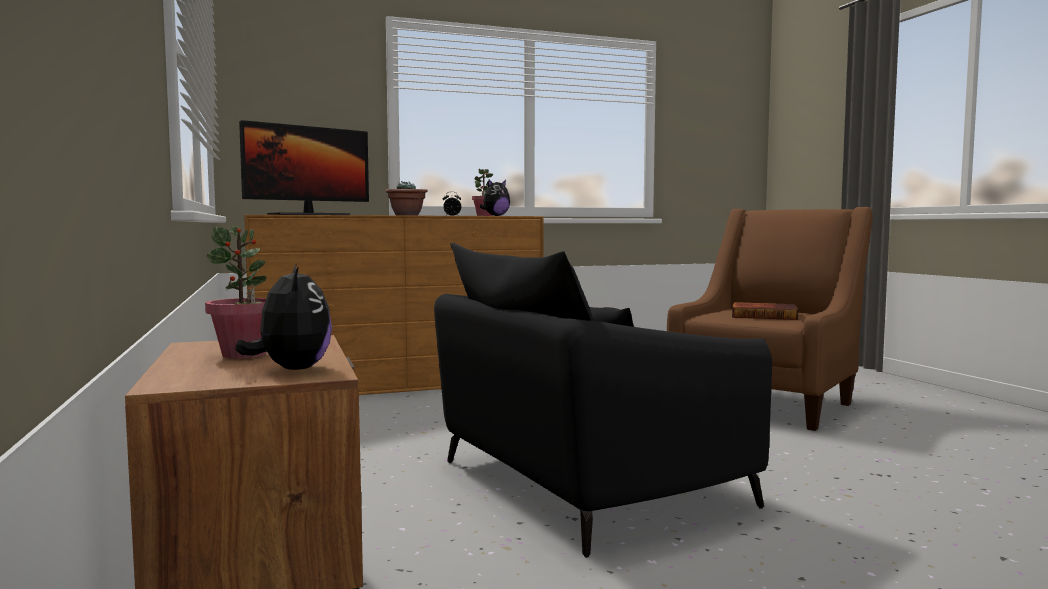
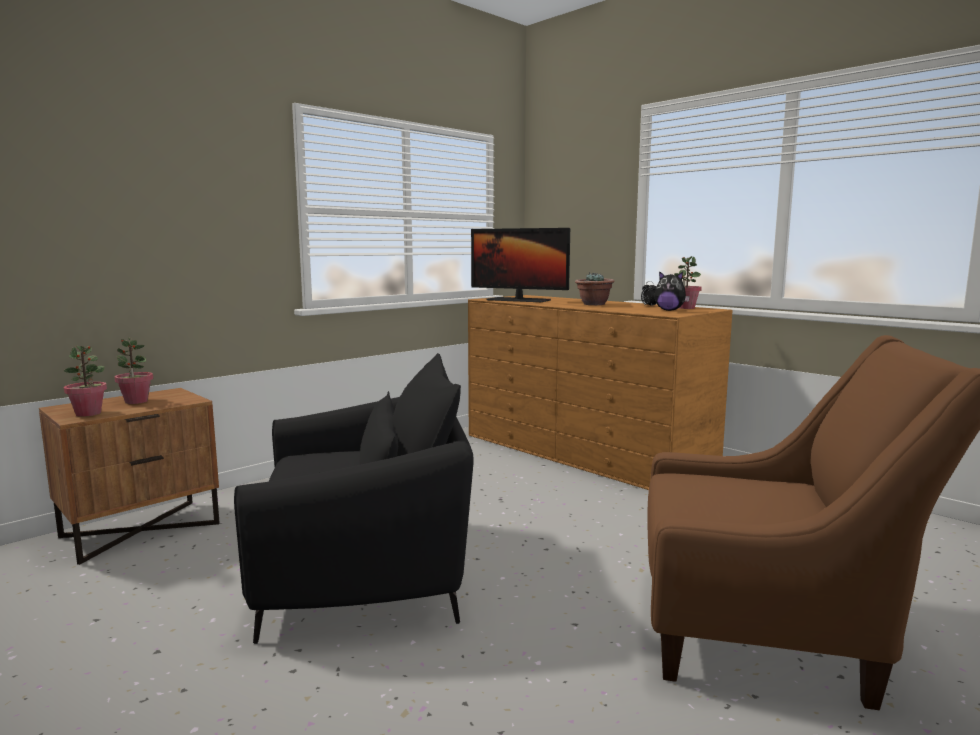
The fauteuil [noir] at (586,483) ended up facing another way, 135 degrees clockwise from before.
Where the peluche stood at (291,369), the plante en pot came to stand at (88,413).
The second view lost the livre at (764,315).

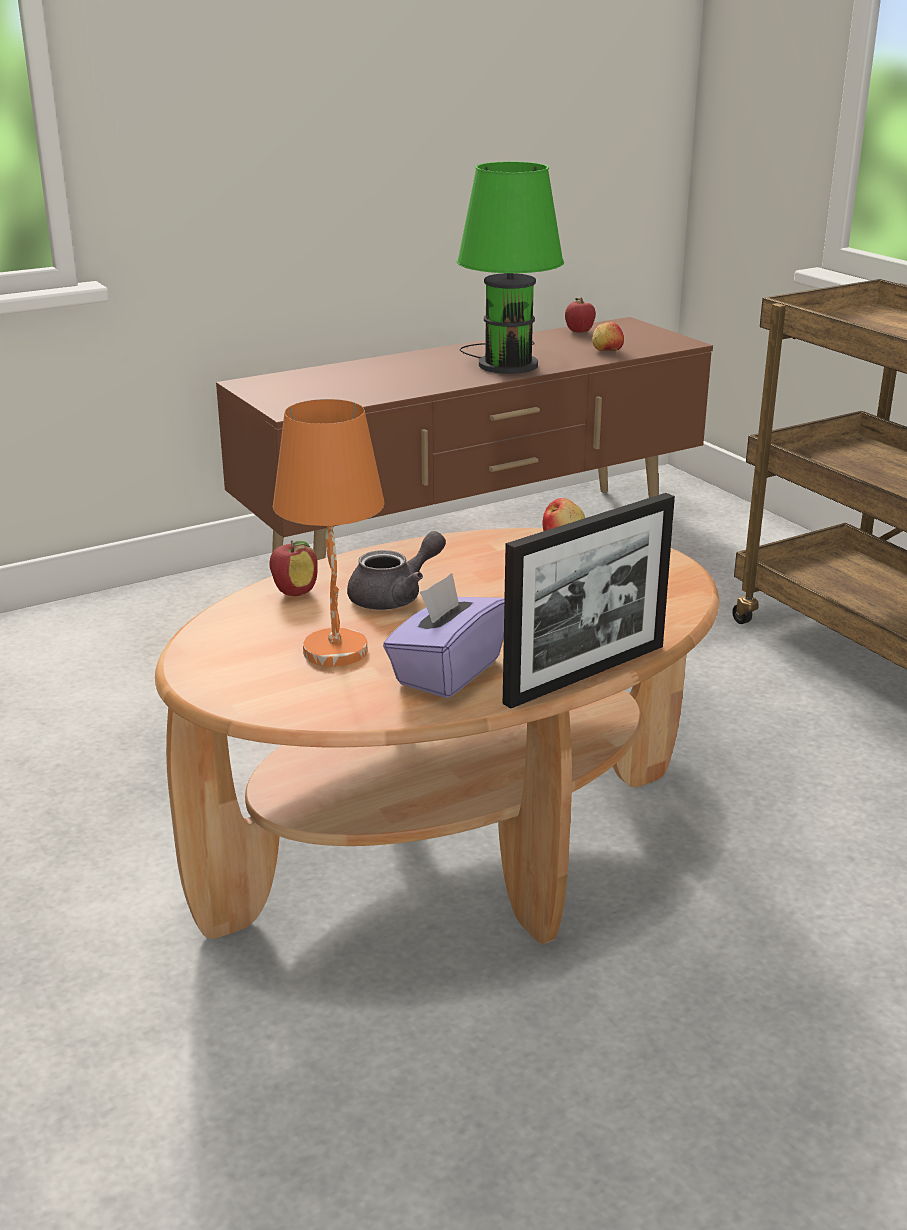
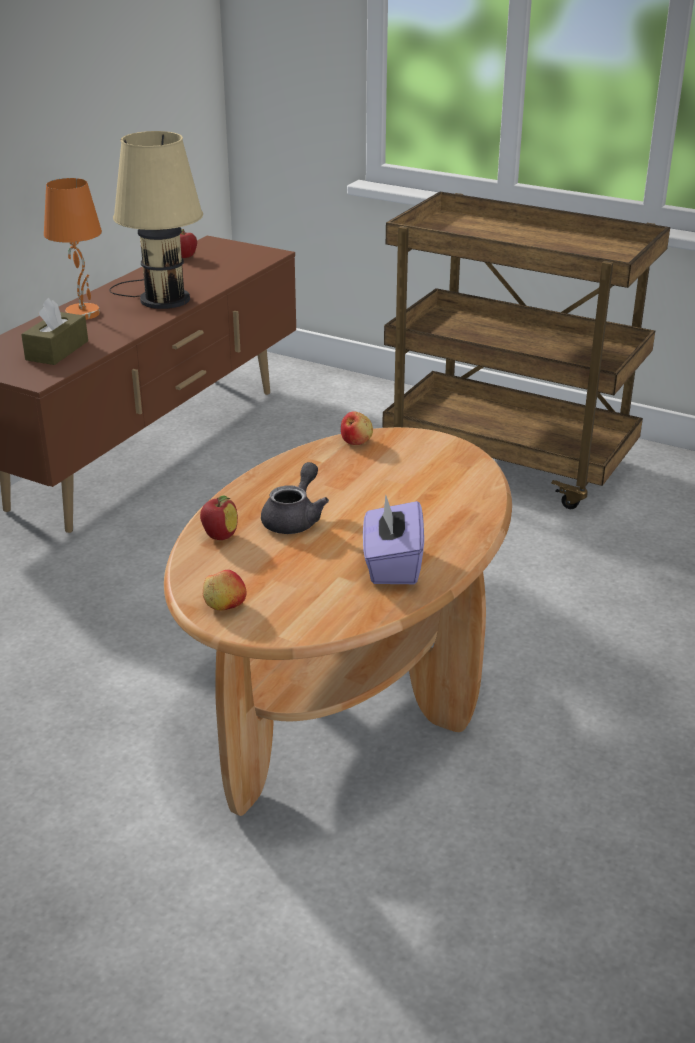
What was the lampe de table [vert] at (506,363) turned into the lampe de table [beige] at (161,298).
The pomme ended up elsewhere, having gone from (607,351) to (225,606).
The lampe de table [orange] ended up elsewhere, having gone from (336,651) to (84,313).
The second view lost the cadre photo at (585,674).
The second view gained the boîte à mouchoirs [marron] at (57,350).

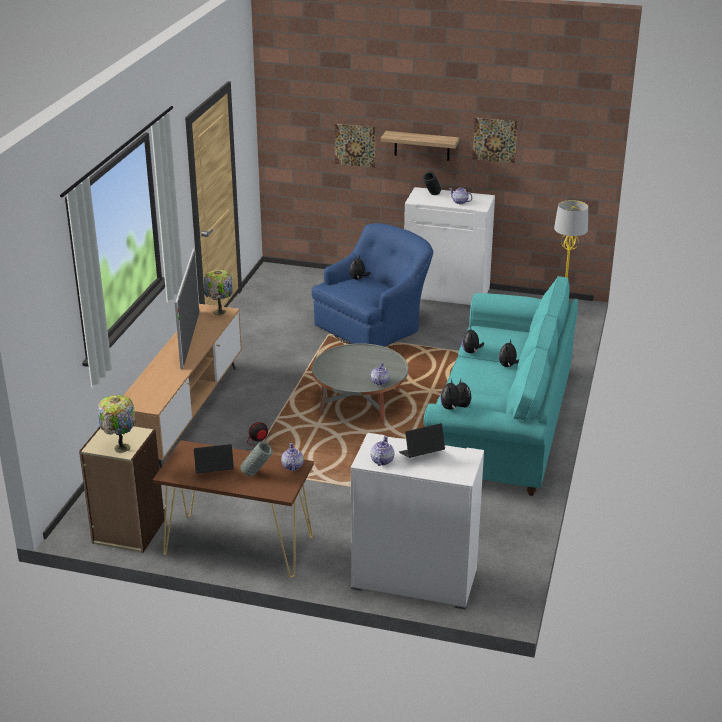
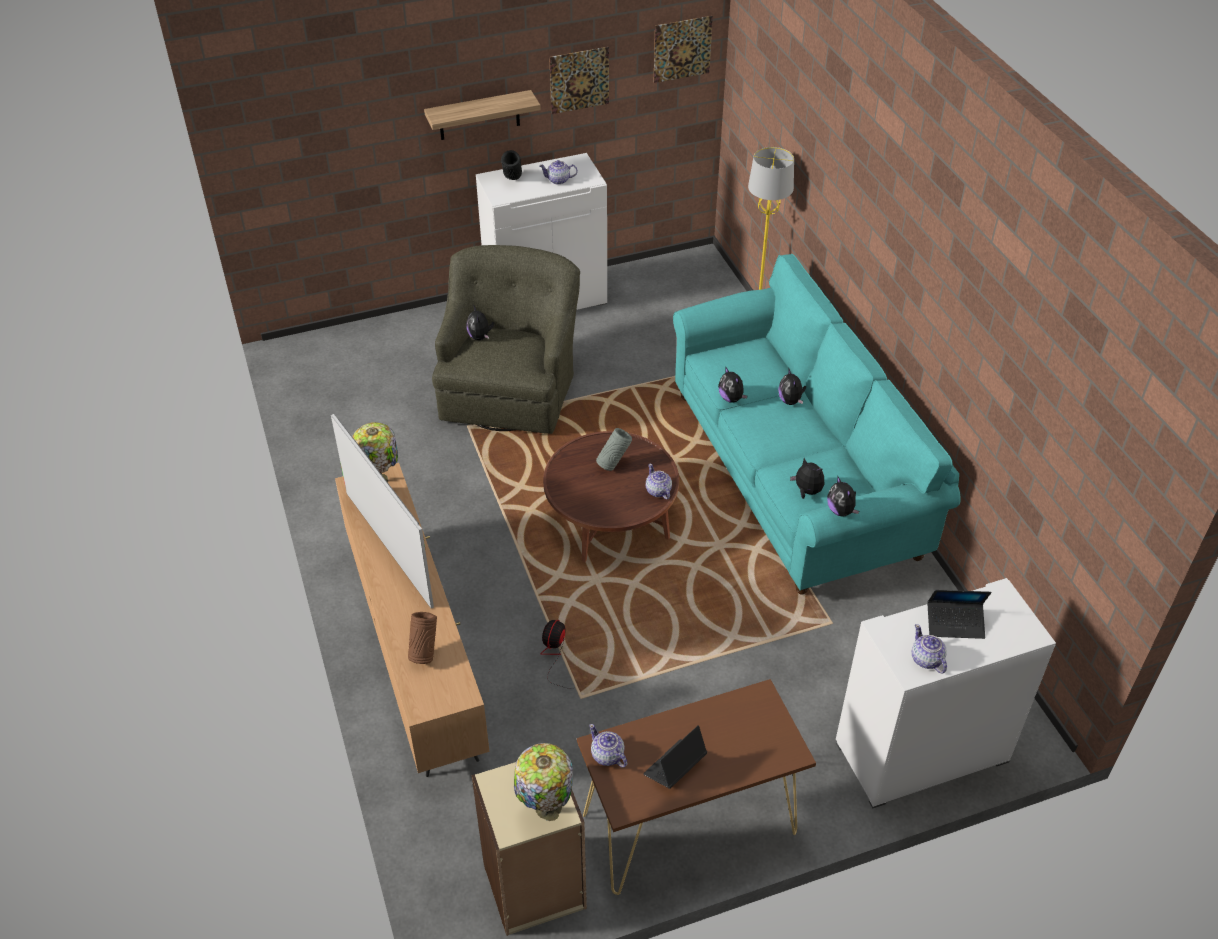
The tableau ended up elsewhere, having gone from (355,145) to (682,49).
What was the fauteuil [bleu] at (374,326) turned into the fauteuil [vert] at (510,388).
What was the table basse [gris] at (360,403) turned into the table basse [marron] at (611,519).
The ordinateur portable at (421,454) ended up facing another way, 120 degrees counterclockwise from before.
The vase [gris] ended up elsewhere, having gone from (257,474) to (613,464).
The théière ended up elsewhere, having gone from (292,466) to (607,756).
The second view gained the vase [marron] at (424,653).

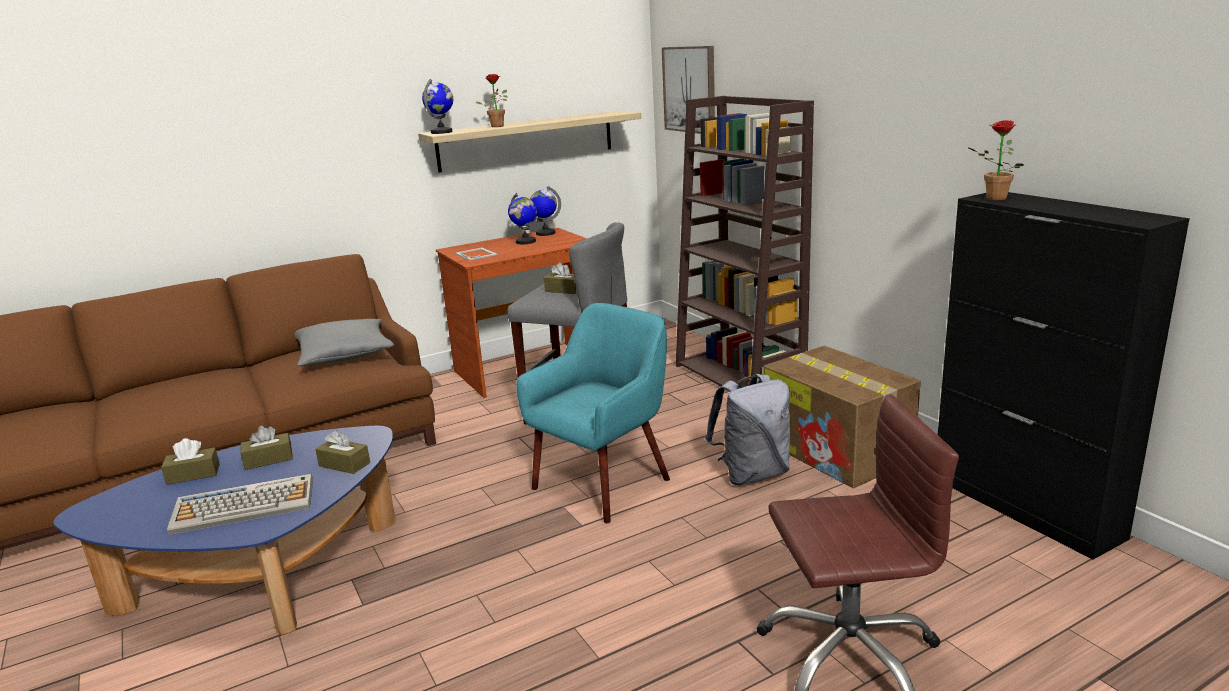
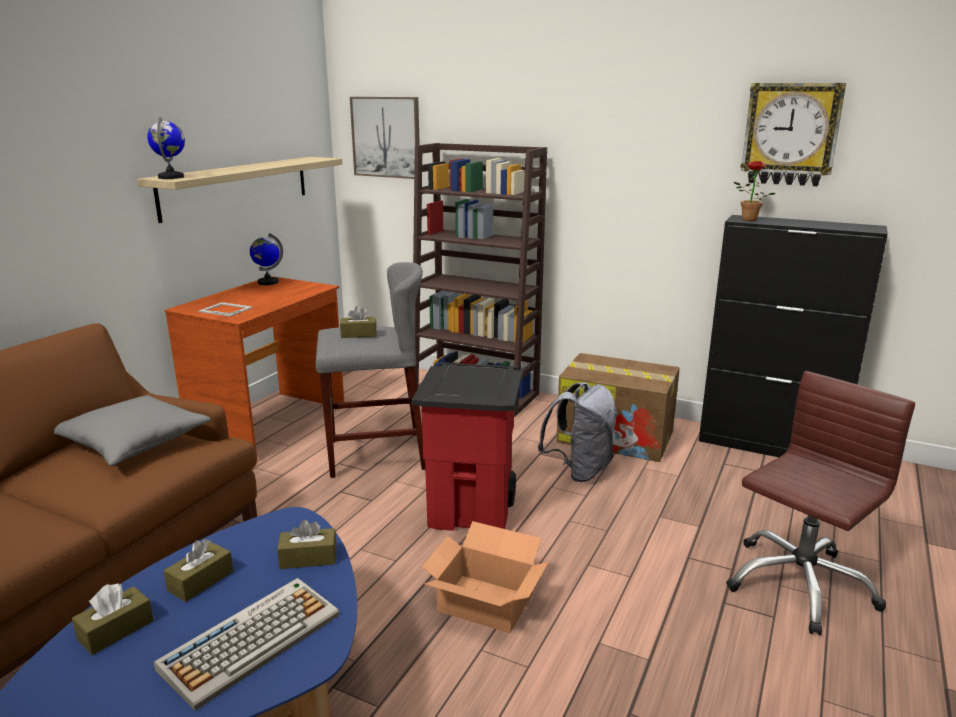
The second view lost the plante en pot at (498,126).
The second view lost the globe at (525,242).
Where the fauteuil [turquoise] stood at (603,483), the poubelle [rouge] came to stand at (472,511).
The second view gained the horloge murale at (790,134).
The second view gained the carton at (484,602).

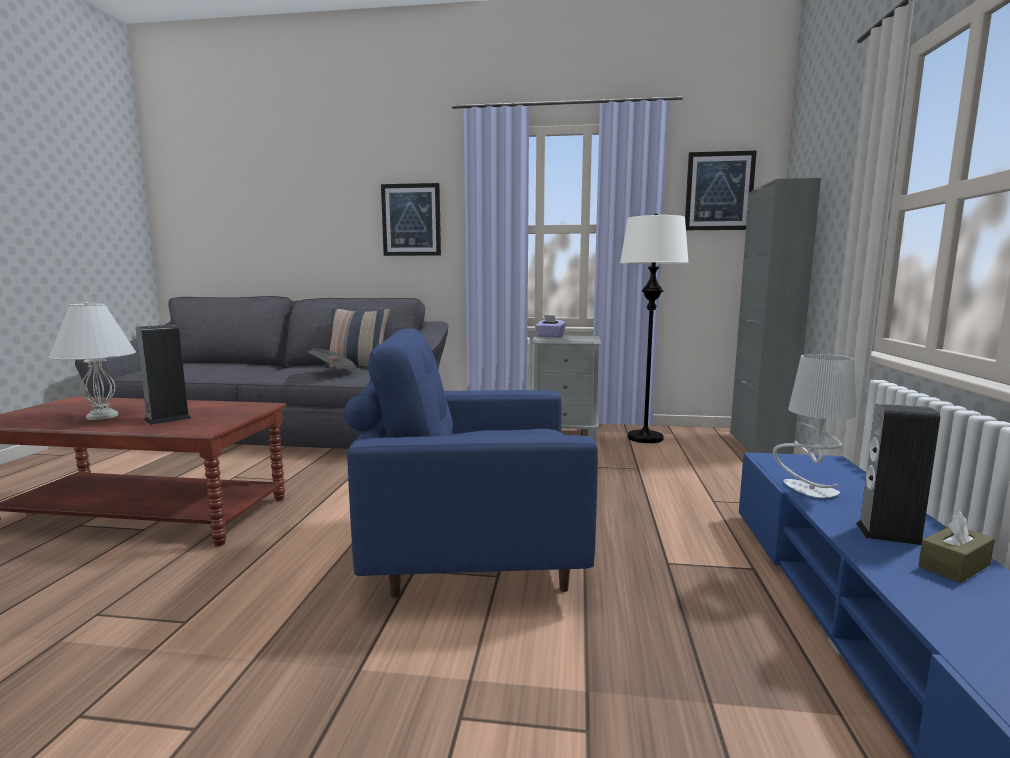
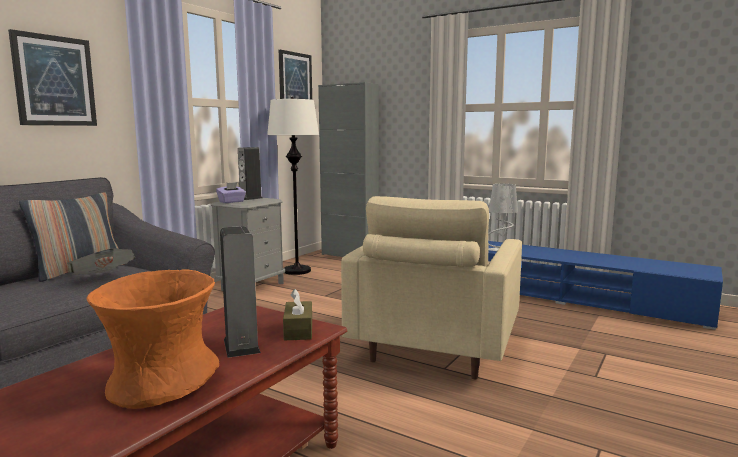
Where the lampe de table [blanc] stood at (103,416), the vase [orange] came to stand at (161,382).
What was the fauteuil [bleu] at (473,553) turned into the fauteuil [beige] at (434,348).
The enceinte ended up elsewhere, having gone from (889,534) to (250,198).
The boîte à mouchoirs [marron] ended up elsewhere, having gone from (954,566) to (298,330).

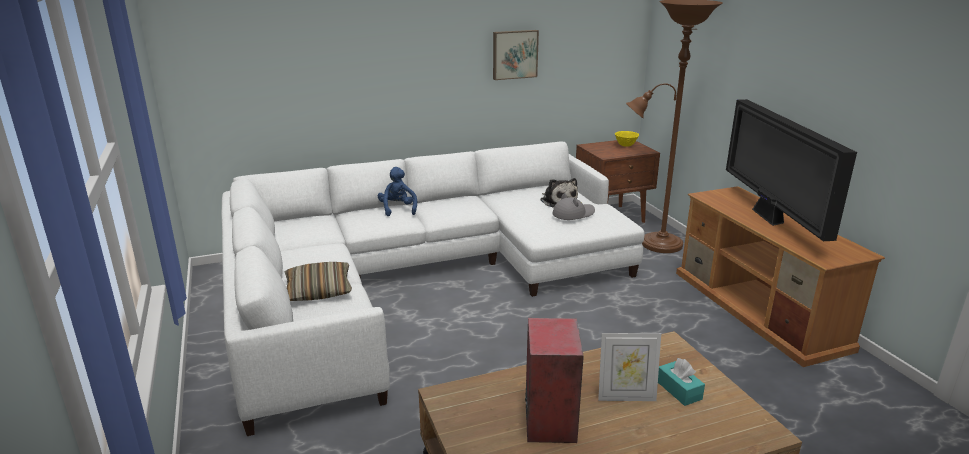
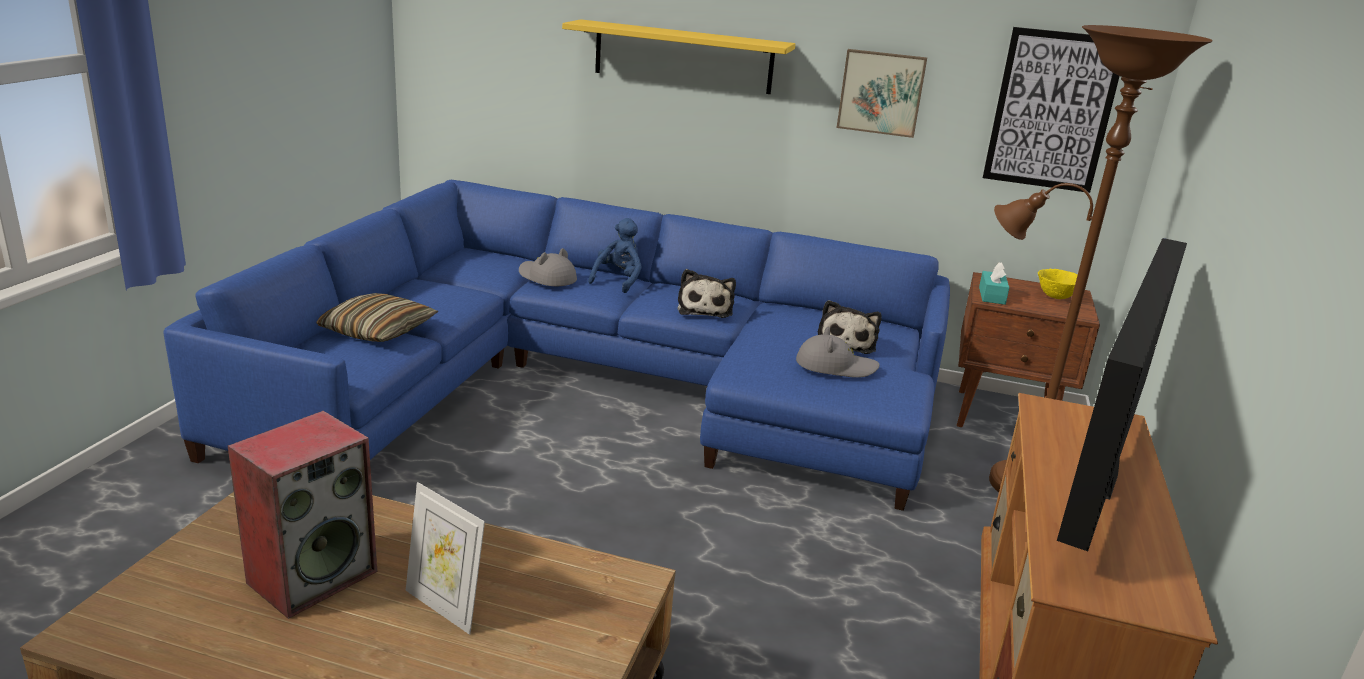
What was the canapé [blanc] at (416,280) turned into the canapé [bleu] at (596,386).
The boîte à mouchoirs [turquoise] ended up elsewhere, having gone from (679,390) to (992,296).
The second view gained the étagère [jaune] at (683,57).
The second view gained the tableau at (1052,110).
The second view gained the chapeau [gris] at (547,277).
The second view gained the peluche at (705,308).

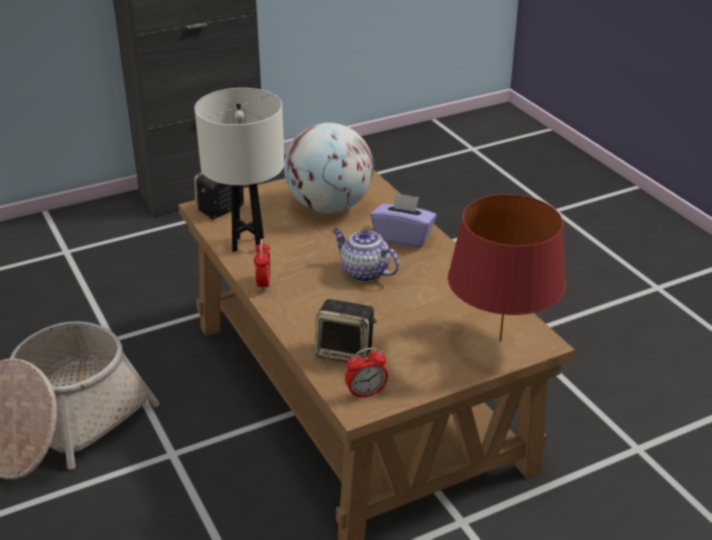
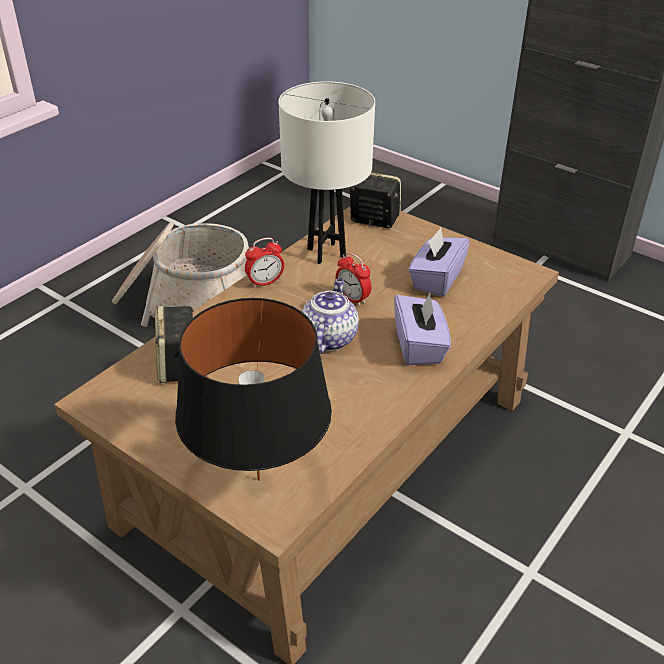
Where the globe stood at (329,207), the boîte à mouchoirs [violet] came to stand at (436,279).
What was the lampe de table [rouge] at (500,341) turned into the lampe de table [noir] at (259,480).
The réveil ended up elsewhere, having gone from (366,393) to (352,299).

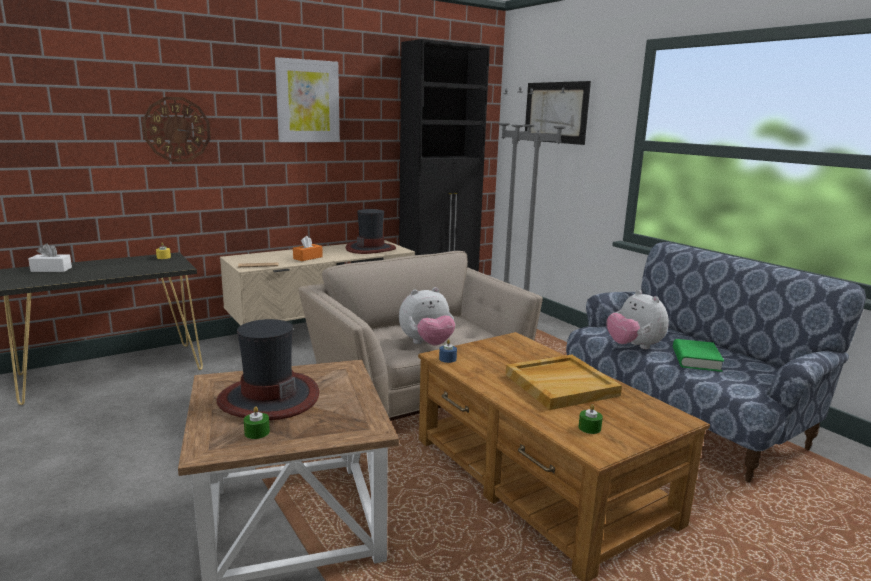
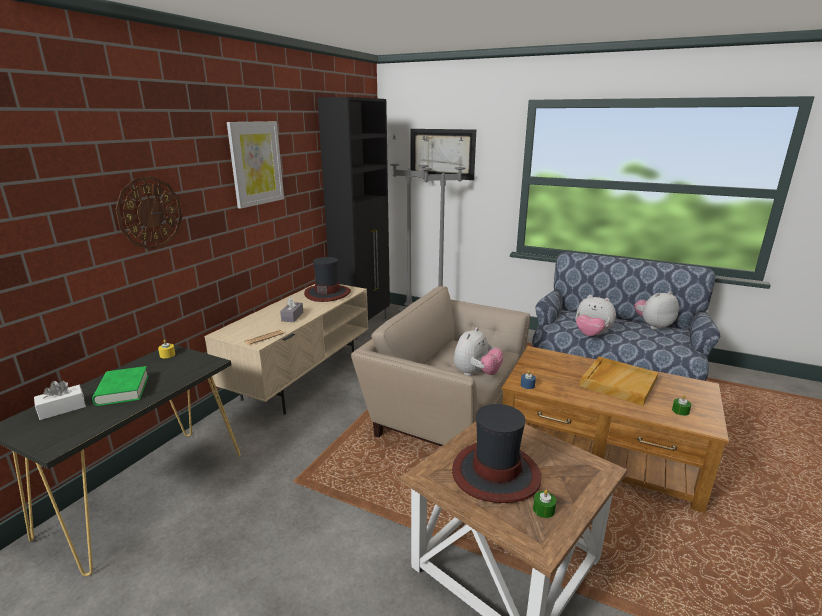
What was the boîte à mouchoirs [orange] at (308,258) turned into the boîte à mouchoirs [gris] at (292,317).
The livre [vert] ended up elsewhere, having gone from (696,360) to (123,390).
The second view gained the peluche at (653,325).

